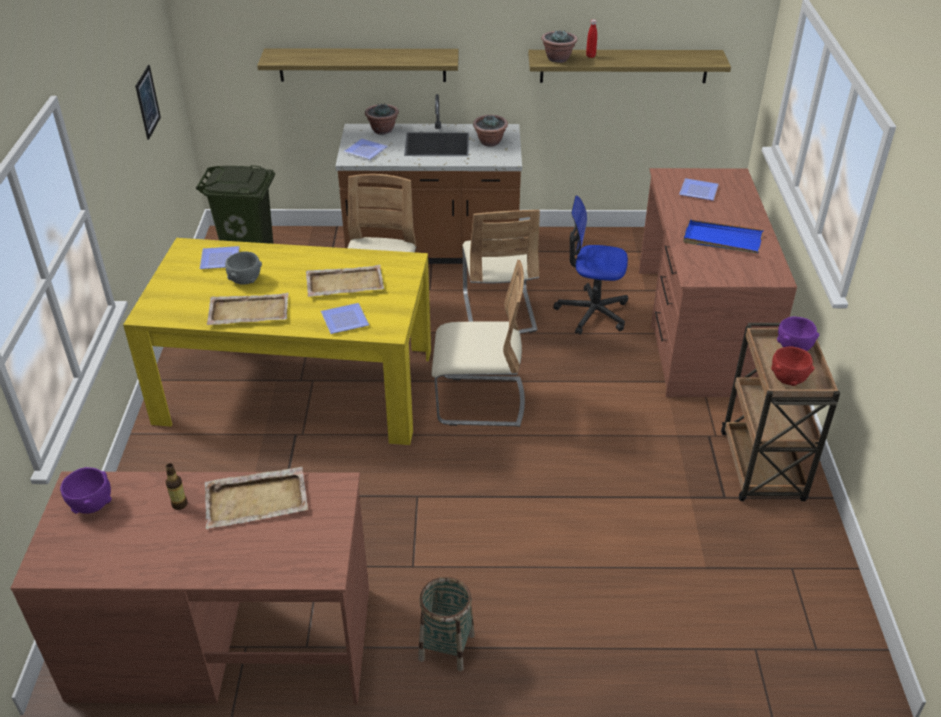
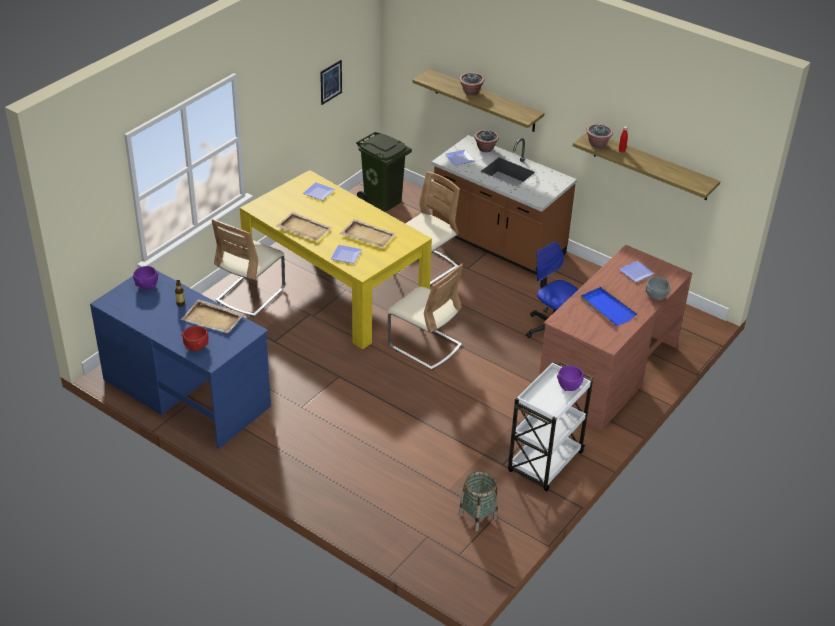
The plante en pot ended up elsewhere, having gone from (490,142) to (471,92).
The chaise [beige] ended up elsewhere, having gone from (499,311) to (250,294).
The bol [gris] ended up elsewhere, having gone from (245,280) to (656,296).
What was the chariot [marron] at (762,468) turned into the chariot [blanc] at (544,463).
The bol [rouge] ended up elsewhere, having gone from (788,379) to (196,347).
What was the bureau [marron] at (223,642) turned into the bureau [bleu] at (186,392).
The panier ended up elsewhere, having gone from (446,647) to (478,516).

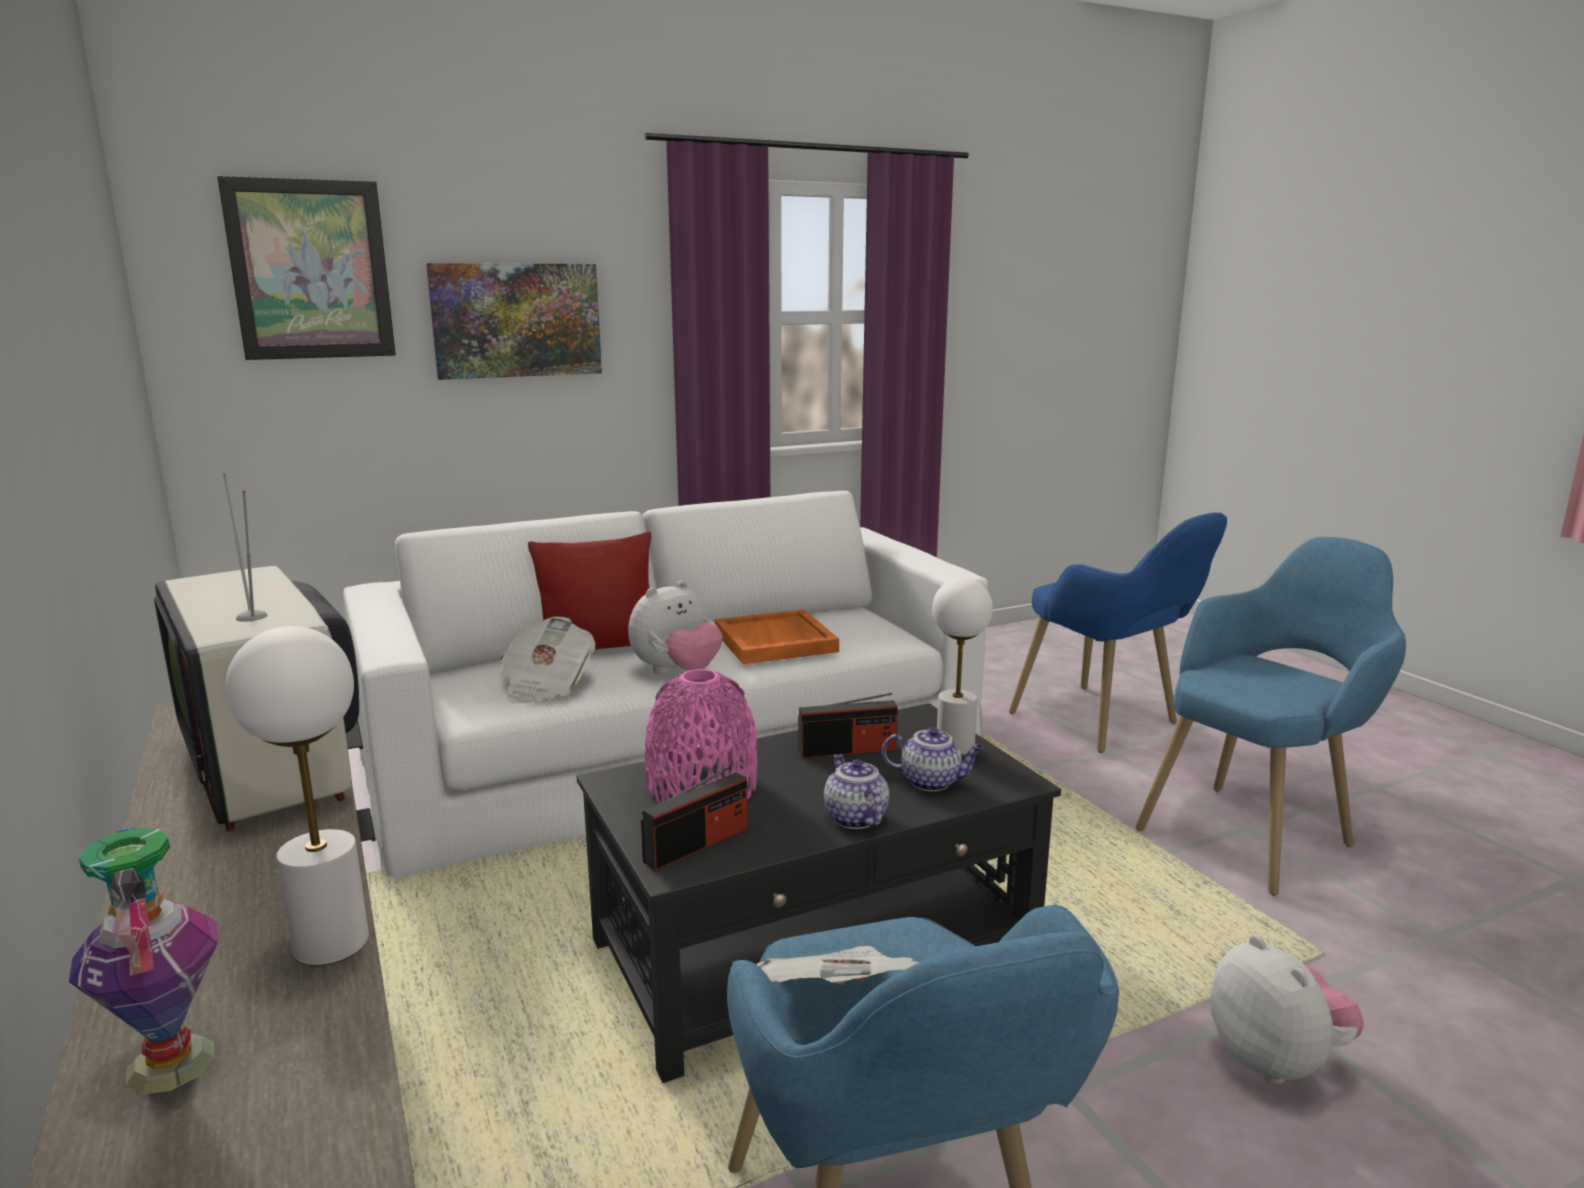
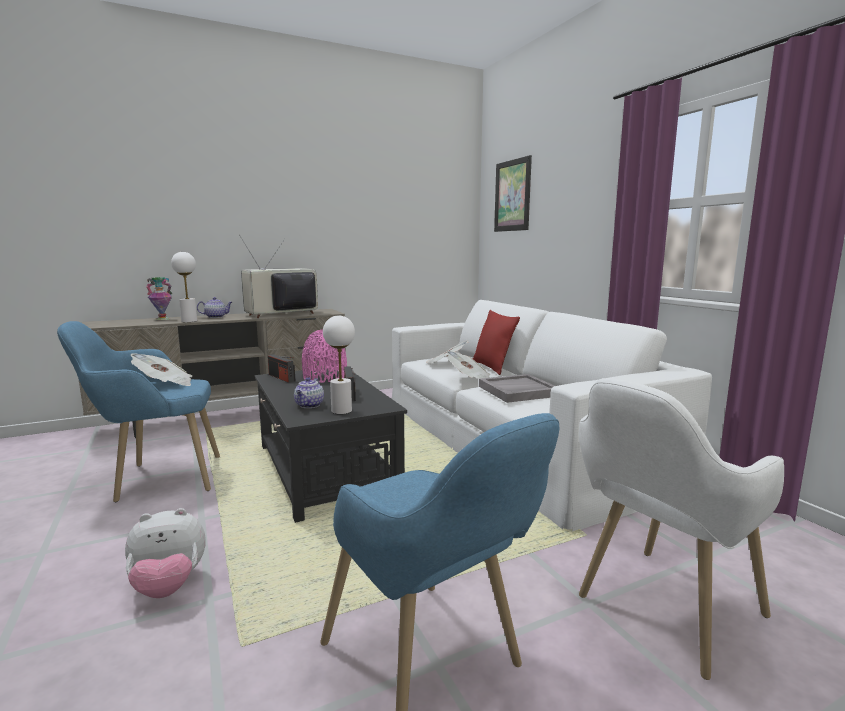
The second view lost the tableau at (516,320).
What was the fauteuil [bleu] at (1109,725) turned into the fauteuil [blanc] at (658,616).
Where the peluche stood at (676,672), the journal came to stand at (469,379).
What was the plateau [orange] at (776,642) turned into the plateau [gris] at (517,391).
The théière ended up elsewhere, having gone from (854,817) to (216,317).

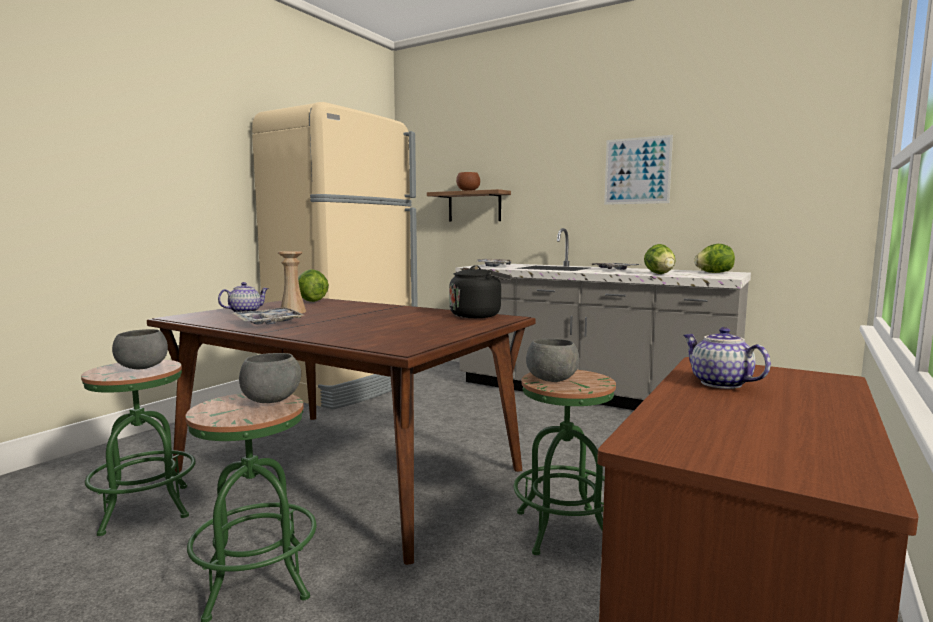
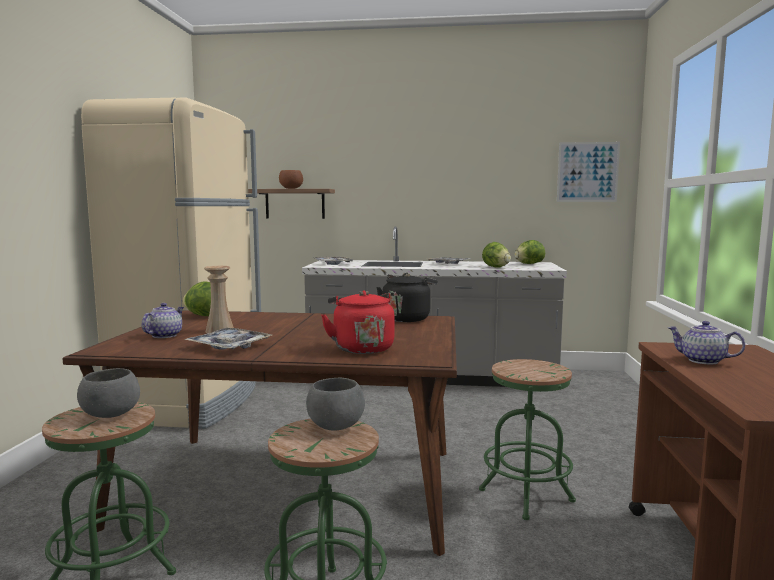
The tableau ended up elsewhere, having gone from (637,171) to (587,172).
The second view lost the bol [gris] at (552,380).
The second view gained the bouilloire [rouge] at (361,348).

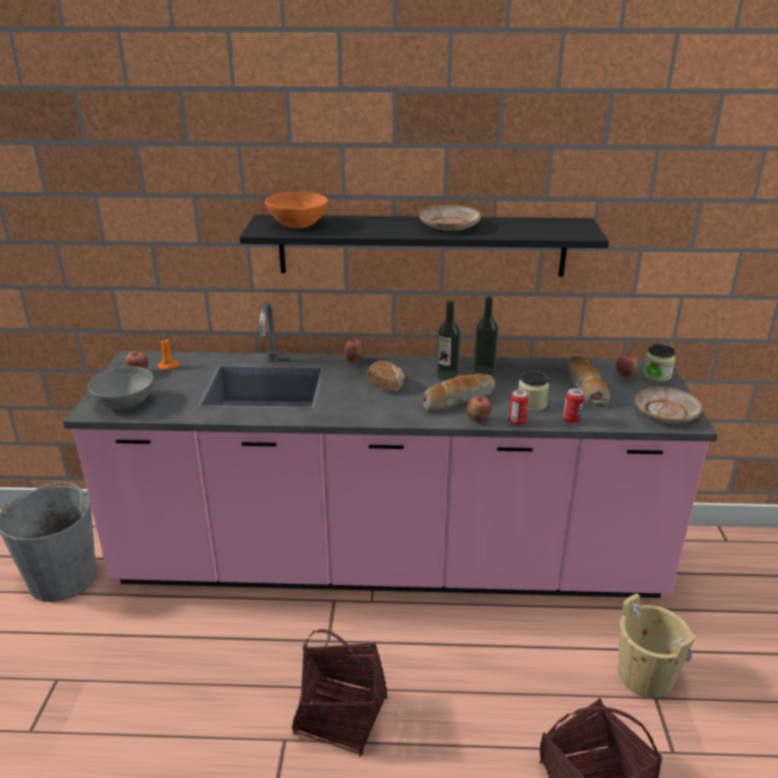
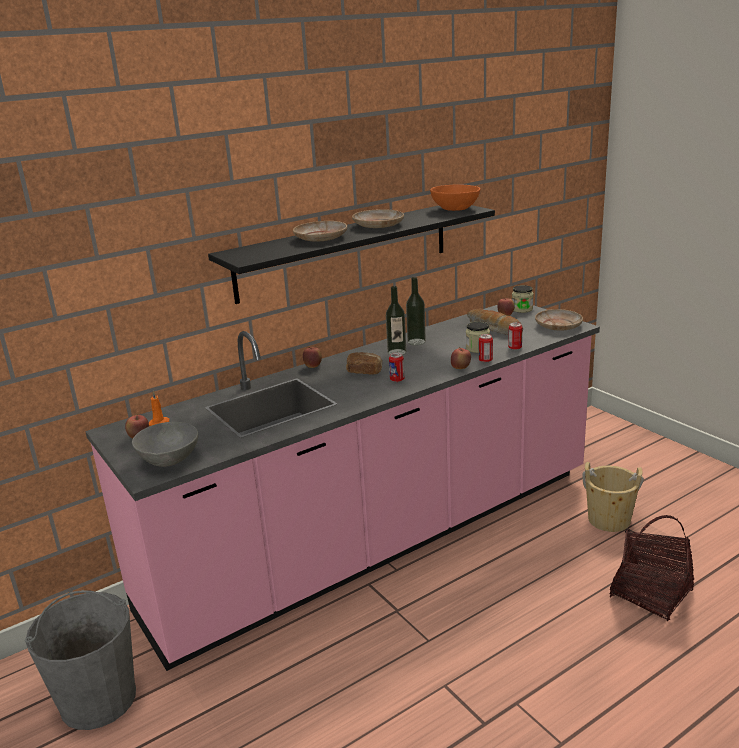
The bol [orange] ended up elsewhere, having gone from (298,225) to (455,209).
The second view lost the pain at (458,399).
The second view lost the panier at (341,717).
The second view gained the assiette [beige] at (321,238).
The second view gained the boîte métallique at (397,380).

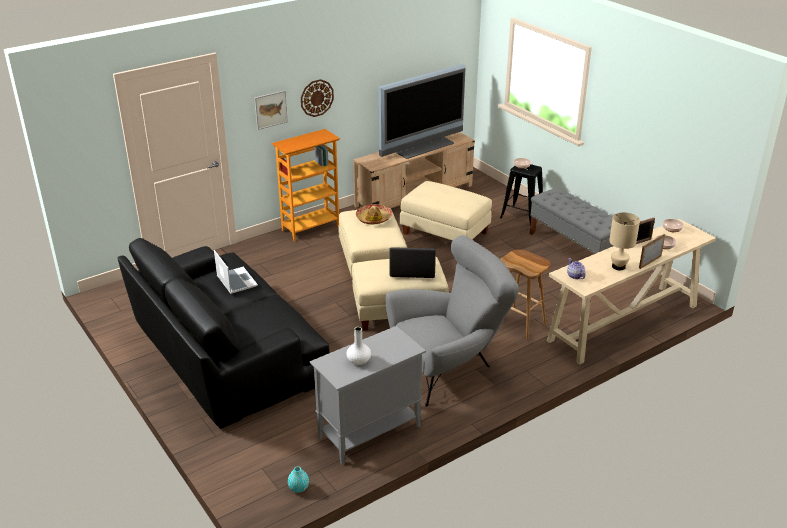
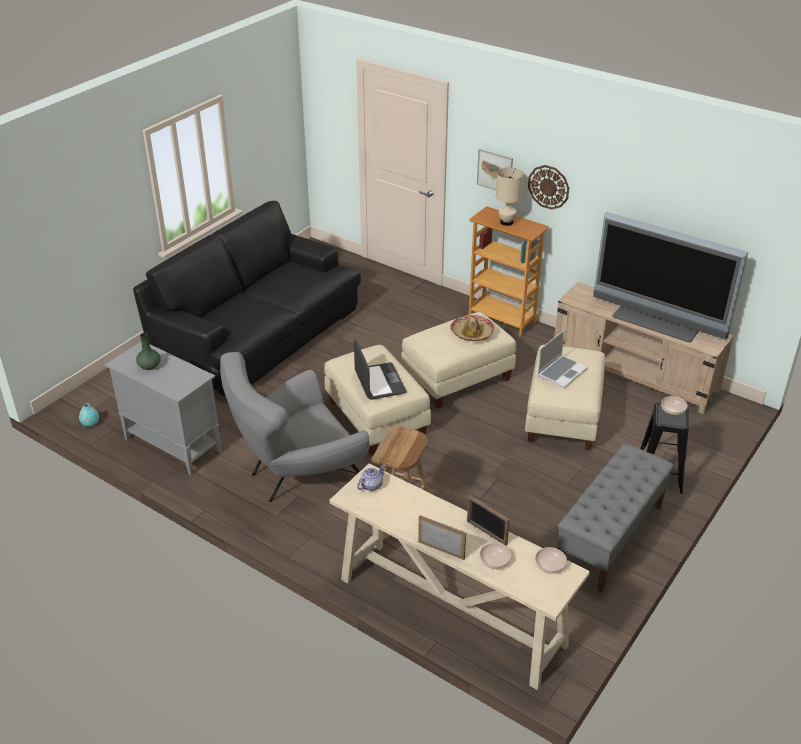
The lampe de table [beige] ended up elsewhere, having gone from (619,267) to (506,222).
The fauteuil [gris] at (448,364) ended up facing another way, 105 degrees clockwise from before.
The ordinateur portable ended up elsewhere, having gone from (236,281) to (561,372).
What was the vase [blanc] at (359,360) turned into the vase [vert] at (149,366).

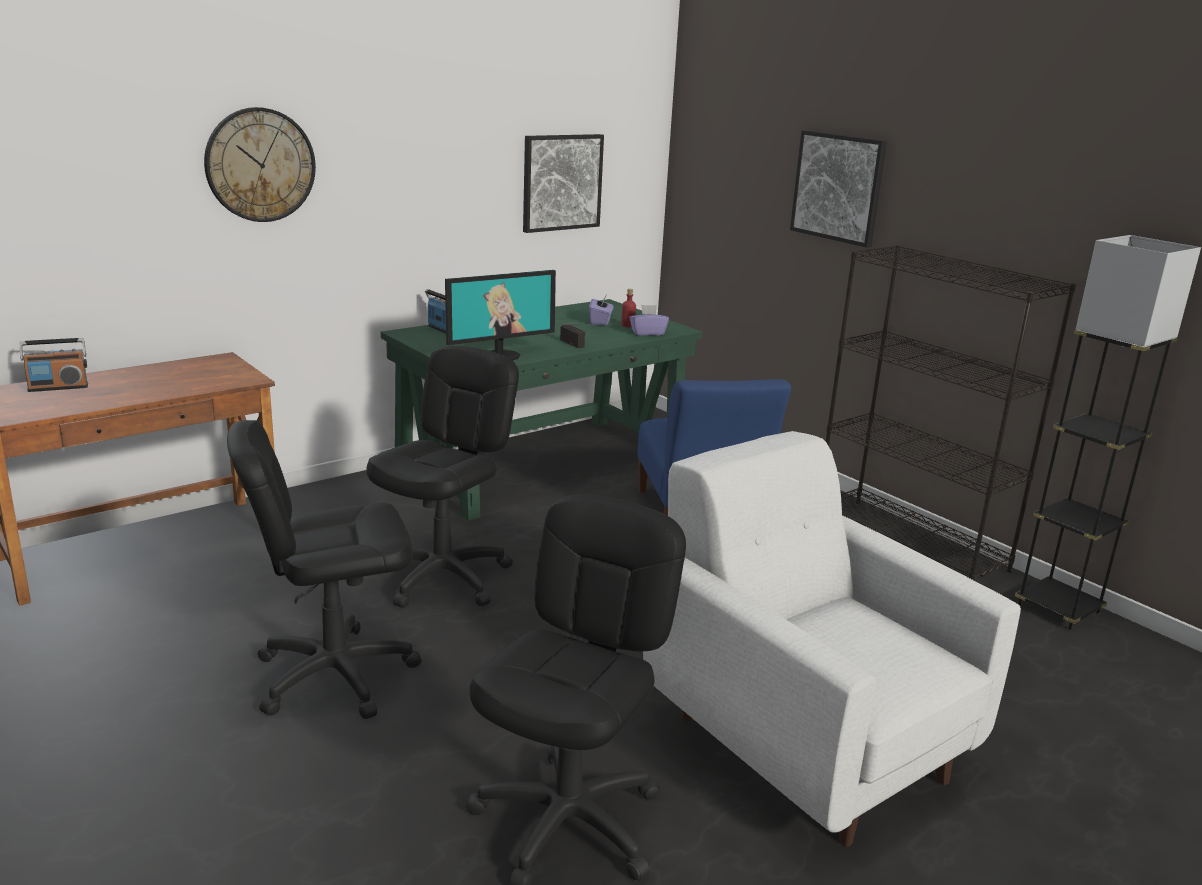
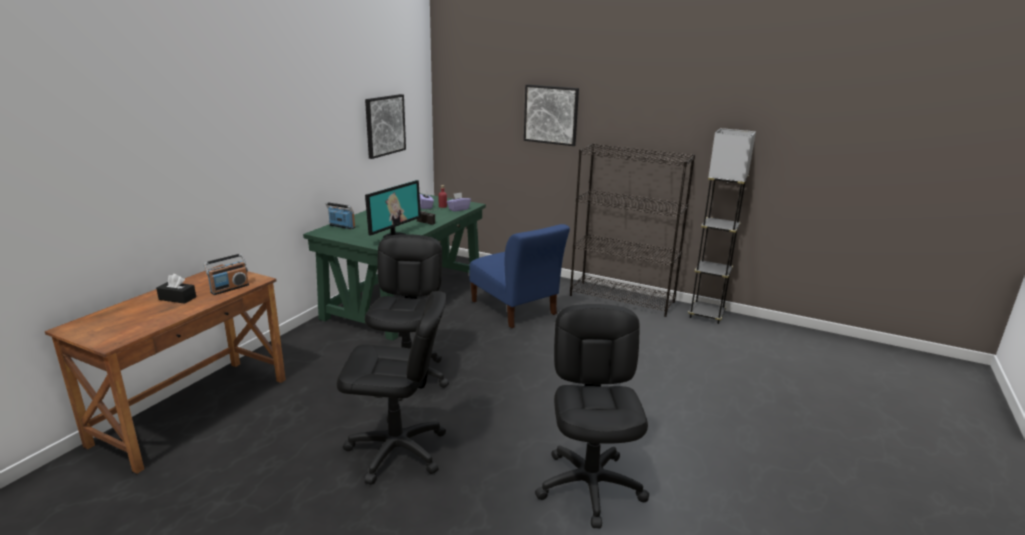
The second view lost the horloge murale at (260,165).
The radio ended up elsewhere, having gone from (58,387) to (229,288).
The chaise de bureau [noir] at (334,675) ended up facing another way, 135 degrees counterclockwise from before.
The second view lost the fauteuil [blanc] at (803,742).
The second view gained the boîte à mouchoirs [noir] at (177,298).

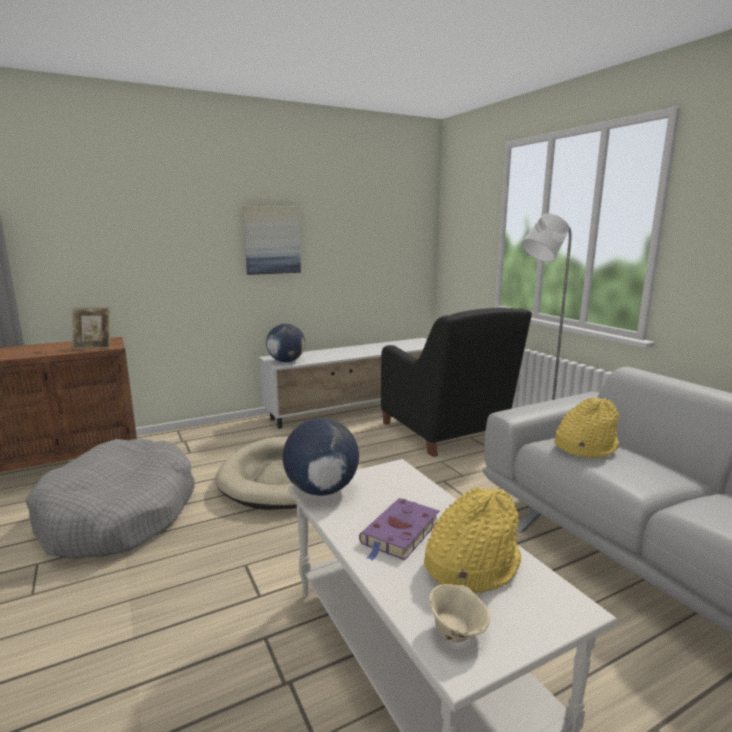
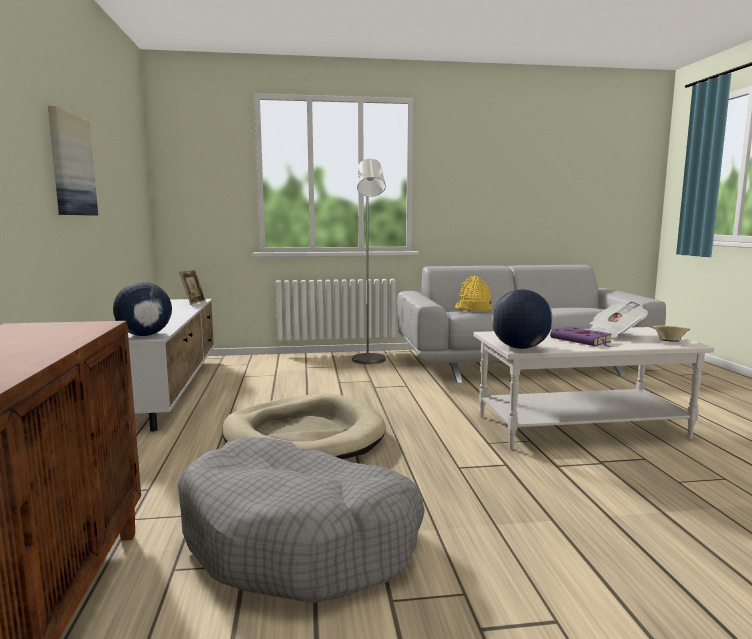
The cadre photo ended up elsewhere, having gone from (94,347) to (193,302).
The second view lost the fauteuil [noir] at (446,432).
Where the chapeau [jaune] stood at (471,564), the journal came to stand at (612,335).

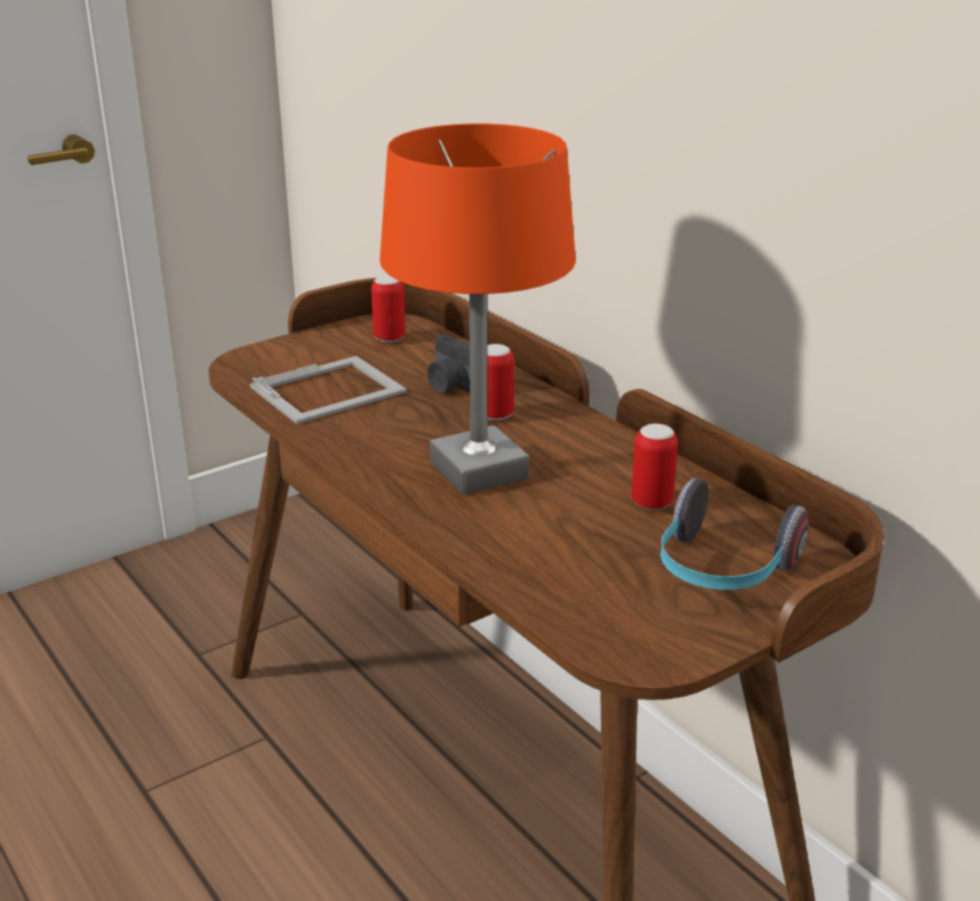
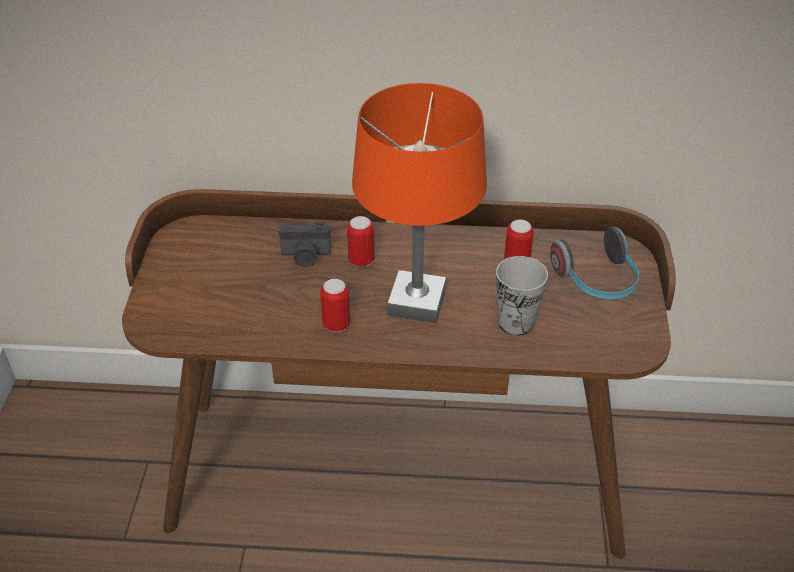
The boîte métallique ended up elsewhere, having gone from (389,338) to (336,324).
The second view lost the cadre photo at (330,389).
The second view gained the tasse at (516,322).

